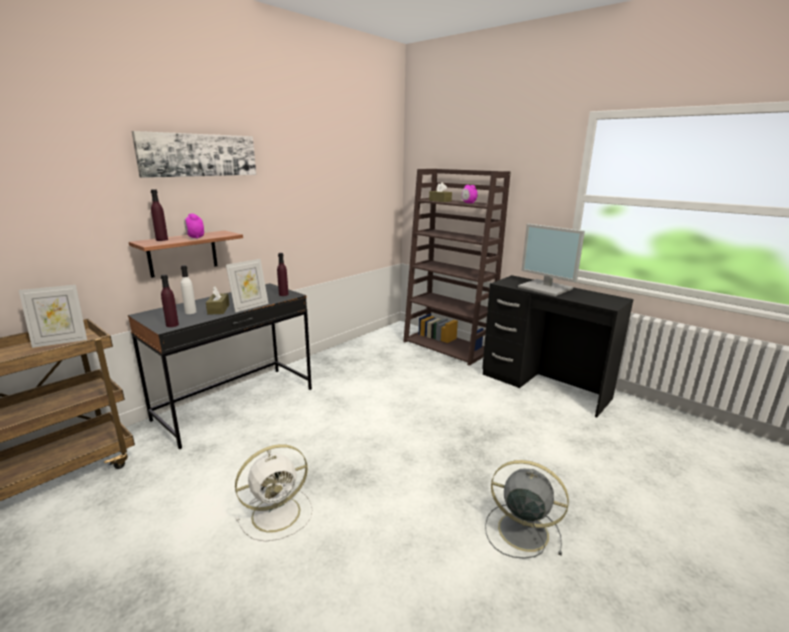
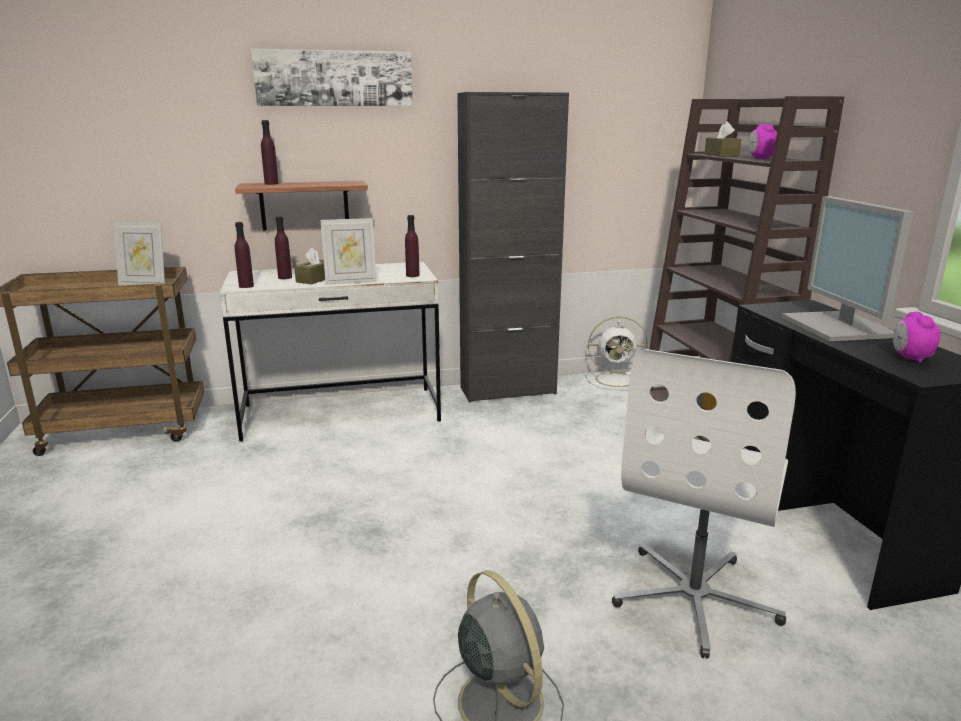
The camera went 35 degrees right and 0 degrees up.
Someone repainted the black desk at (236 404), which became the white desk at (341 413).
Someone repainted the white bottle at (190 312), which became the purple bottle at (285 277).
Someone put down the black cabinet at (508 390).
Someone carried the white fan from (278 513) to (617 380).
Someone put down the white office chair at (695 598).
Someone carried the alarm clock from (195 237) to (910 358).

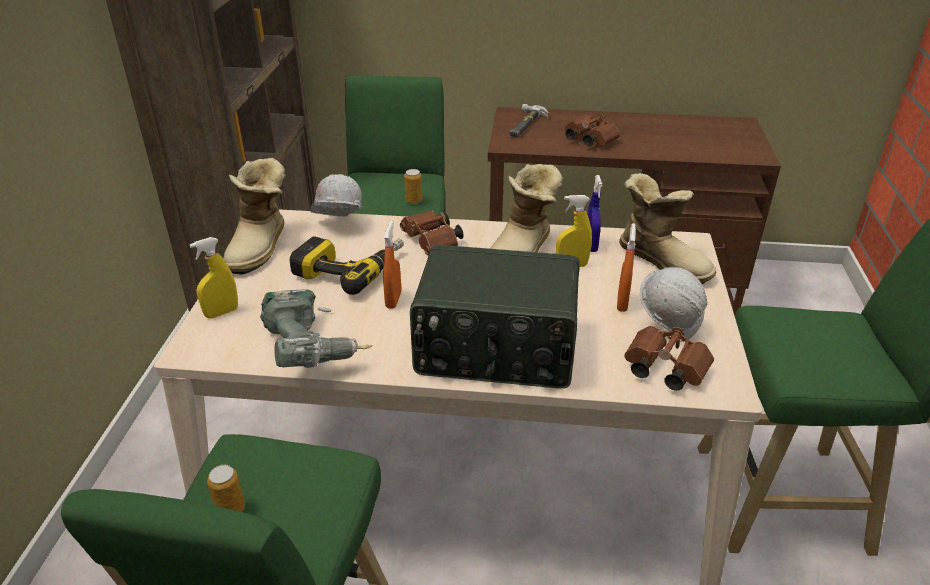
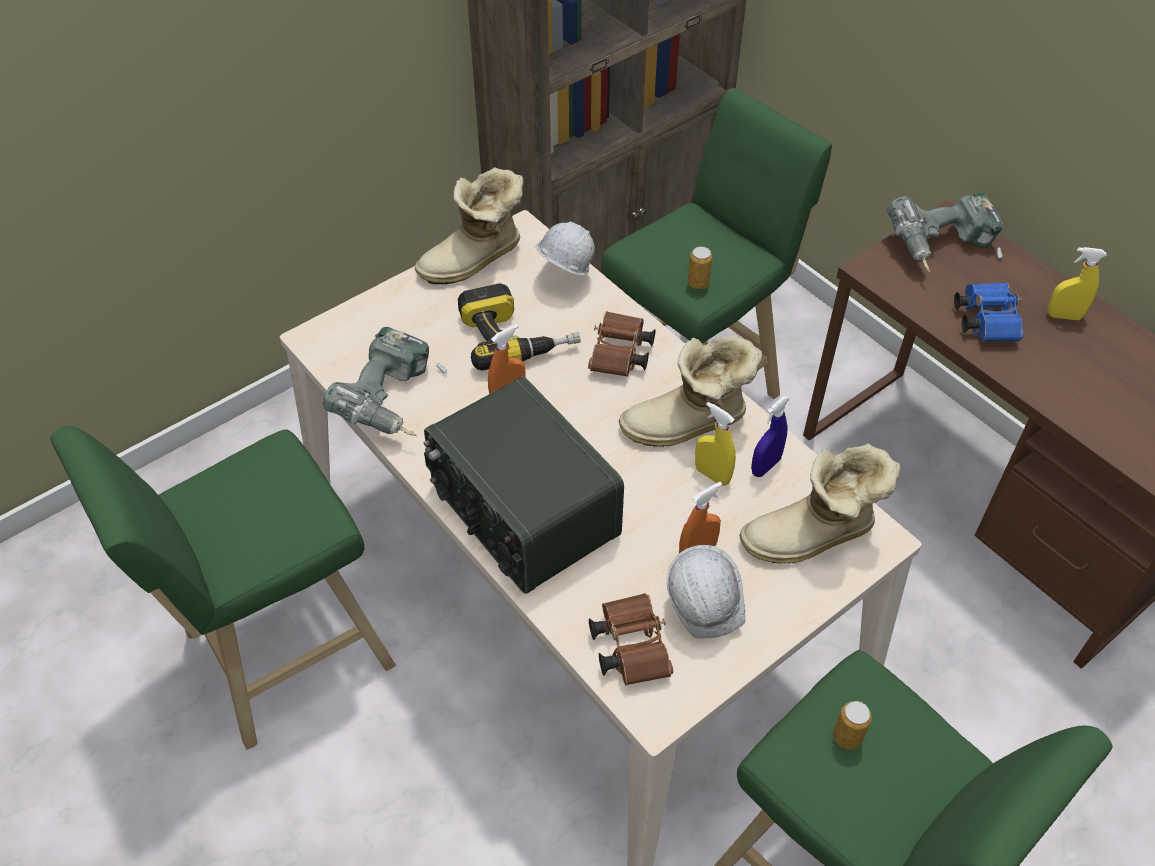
The camera went 45 degrees right and 15 degrees up.
Someone rotated the boot at (663 261) by 75 degrees clockwise.
Someone carried the can from (231 509) to (847 737).
Someone swapped the hammer at (525 124) for the power drill at (941 249).
Someone repainted the brown binoculars at (588 140), which became the blue binoculars at (984 320).
Someone carried the yellow spray bottle from (222 313) to (1064 316).

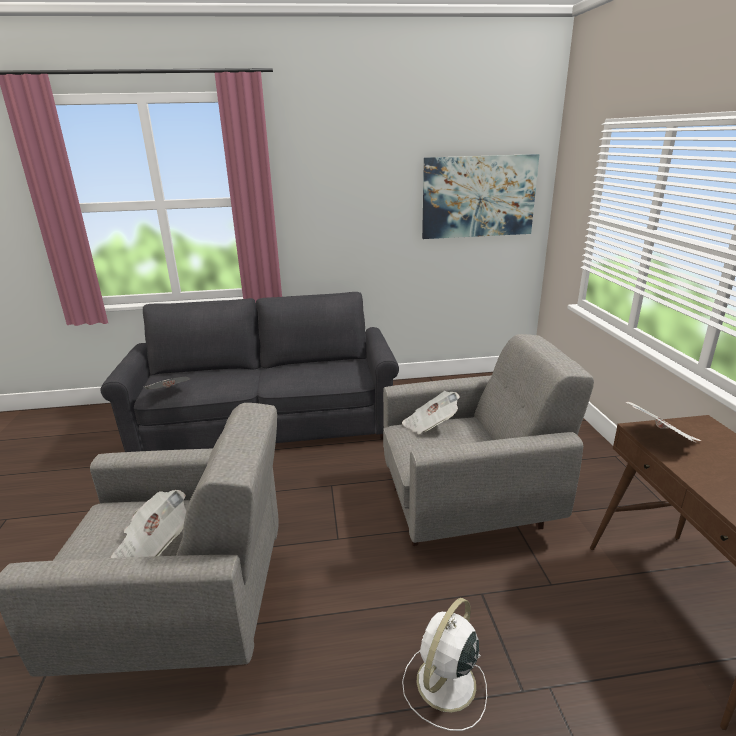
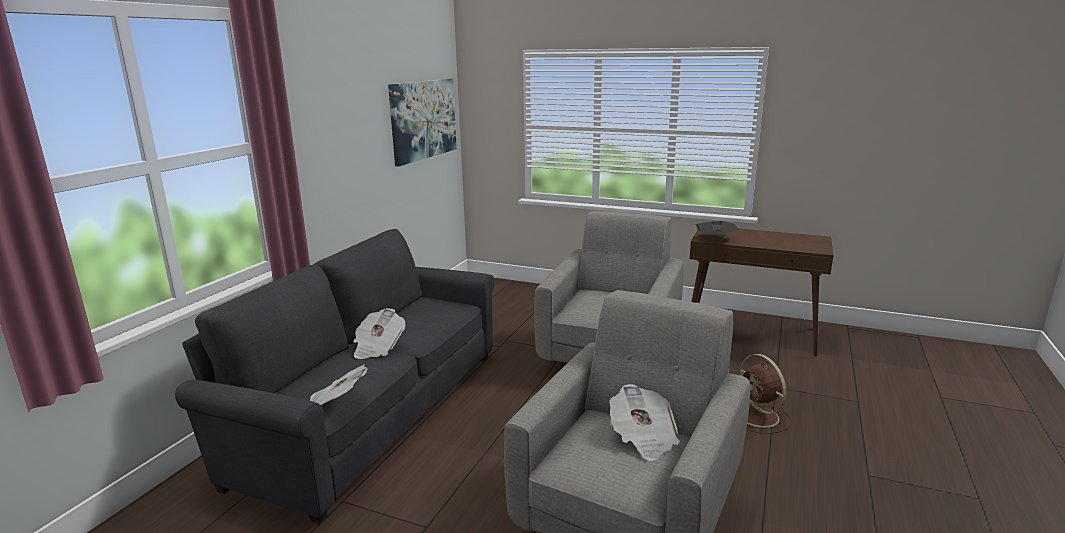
The camera went 60 degrees left and 5 degrees down.
Someone carried the newspaper from (429 424) to (378 347).
Someone repainted the white fan at (444 685), which became the brown fan at (759 417).

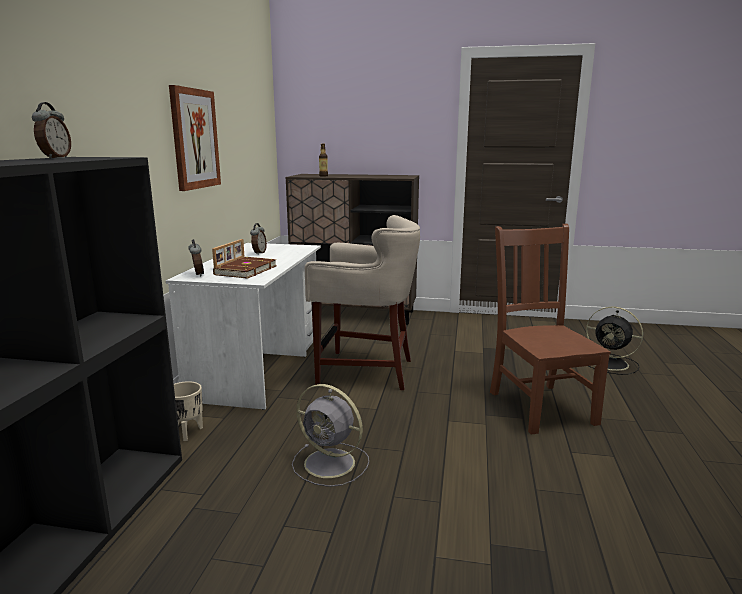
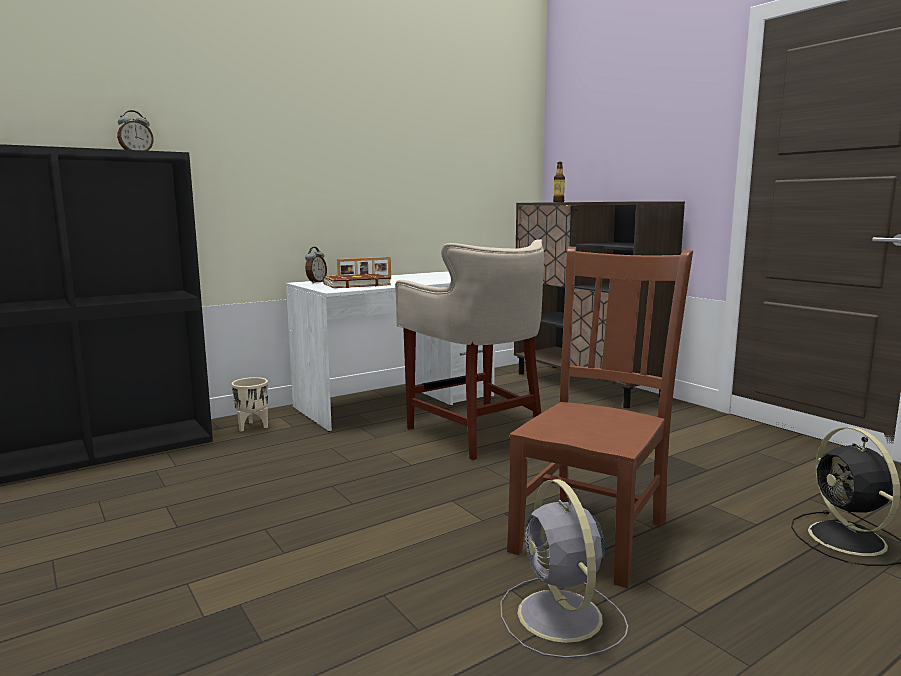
The camera went 45 degrees right and 5 degrees down.
Someone carried the grey fan from (331 464) to (561 618).
Someone took away the picture at (194 139).
Someone took away the alarm clock at (259 253).

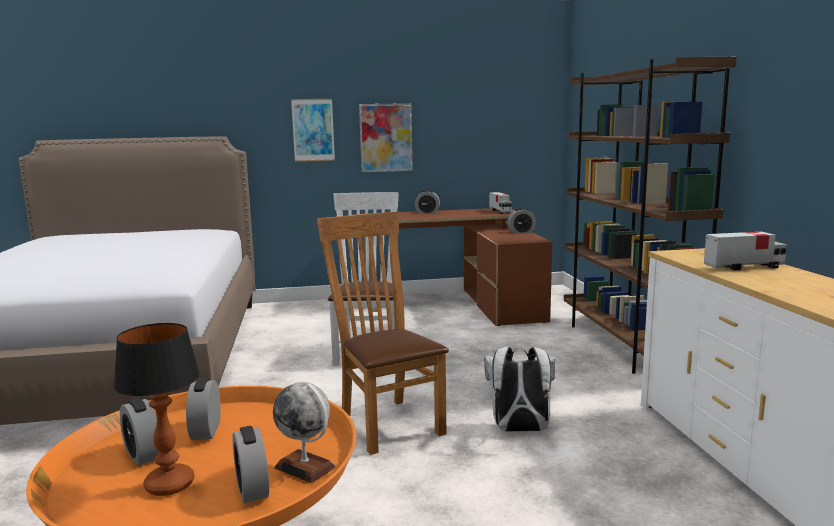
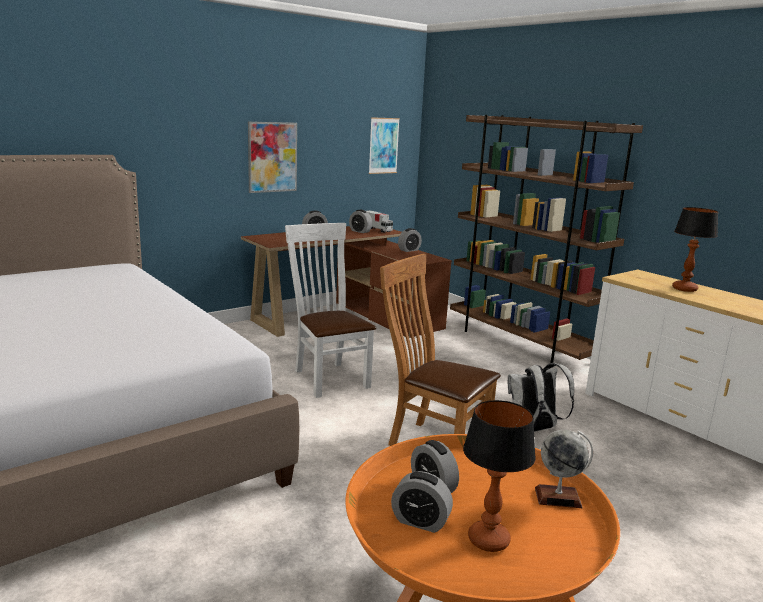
The camera went 30 degrees left and 5 degrees up.
Someone carried the alarm clock from (252 489) to (360 231).
Someone carried the picture from (313 130) to (383 145).
Someone swapped the toy truck at (744 267) for the table lamp at (684 289).

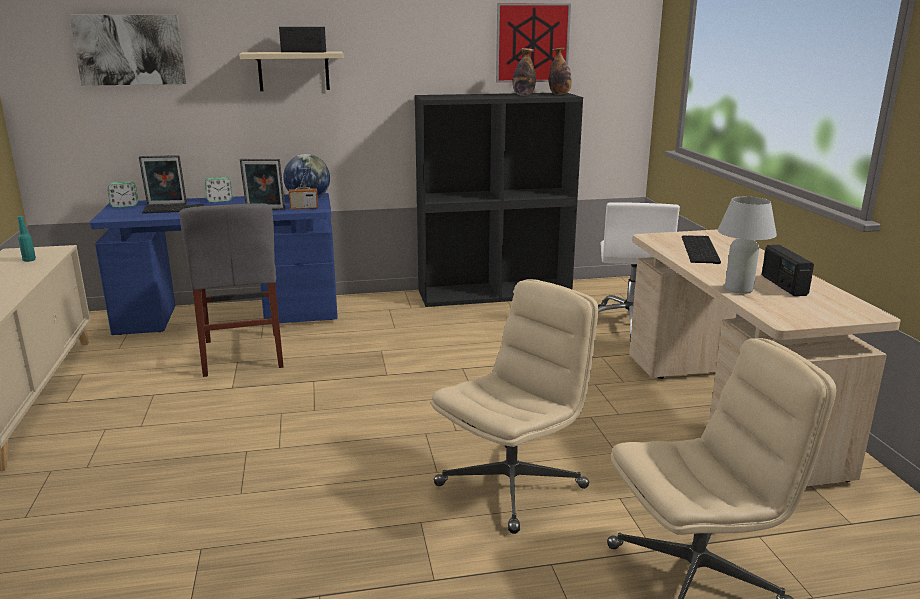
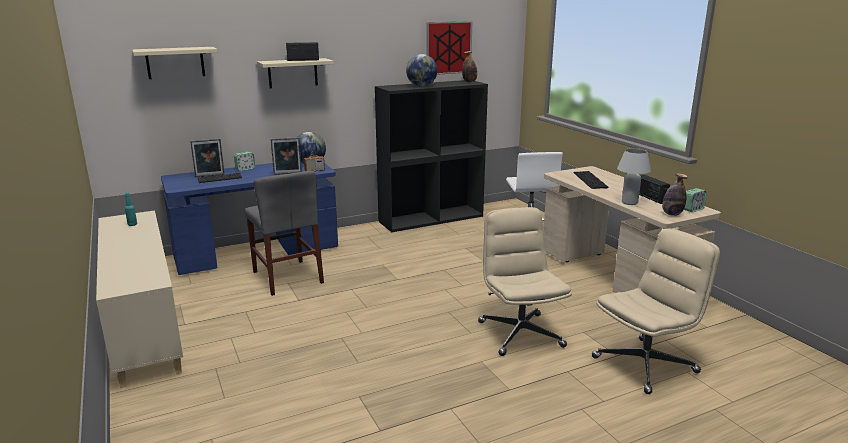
The camera went 15 degrees left and 0 degrees up.
Someone swapped the picture at (130 50) for the beige shelf at (175 62).
Someone put down the globe at (421 86).
Someone rotated the beige office chair at (512 485) by 45 degrees counterclockwise.
Someone carried the bottle from (523 95) to (672 214).
Someone carried the alarm clock from (124 205) to (692 209).

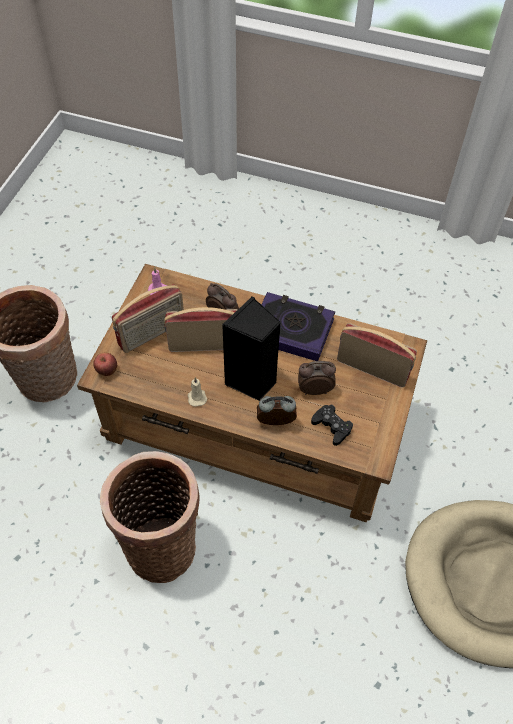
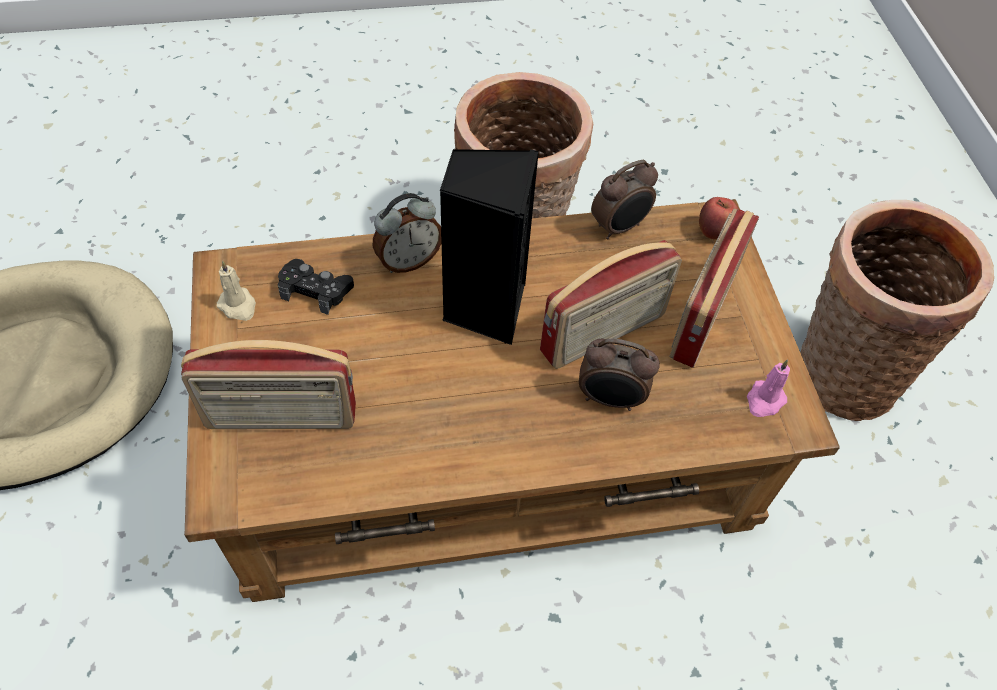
The camera went 150 degrees right and 0 degrees up.
Someone carried the beige candle from (196 397) to (238 306).
Someone carried the alarm clock from (314 389) to (619 227).
Someone took away the book at (291 330).

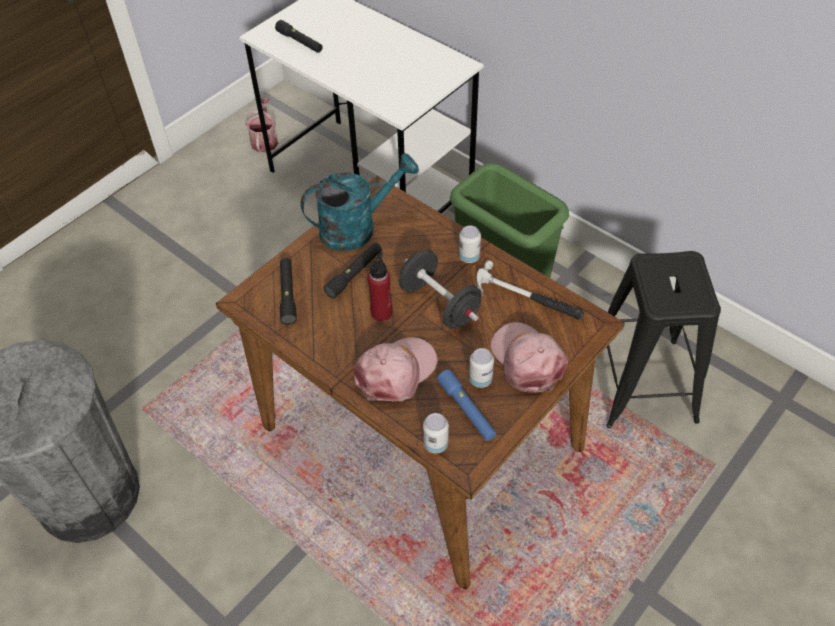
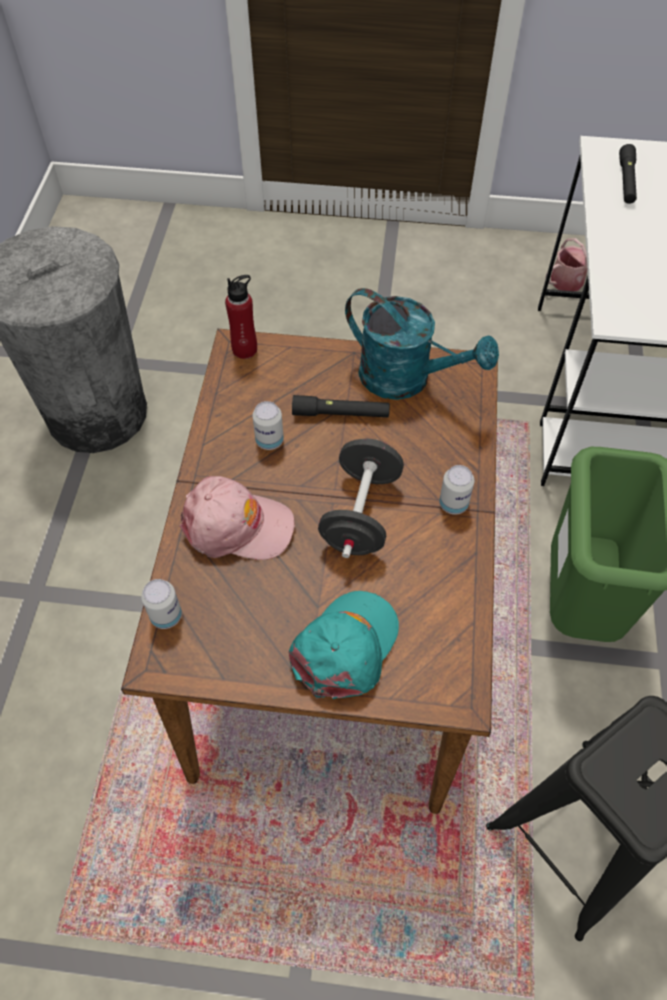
The camera went 55 degrees right and 5 degrees up.
Someone carried the red bottle from (381 312) to (245 349).
Someone carried the can from (480 379) to (269 441).
Someone repainted the pink cap at (527 360), which became the turquoise cap at (346 647).
Someone took away the black flashlight at (288 294).
Someone took away the blue flashlight at (466 410).
Someone took away the hammer at (528 298).

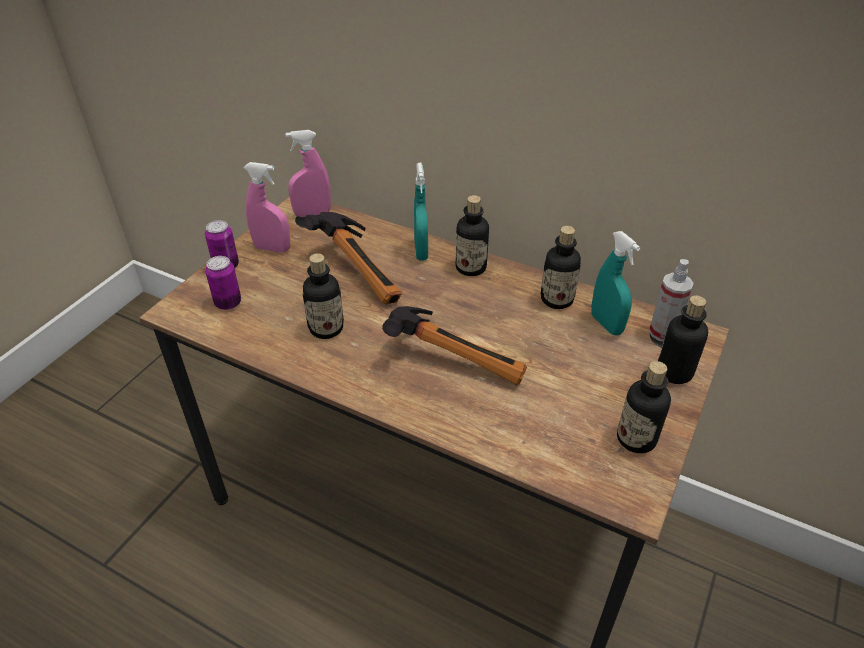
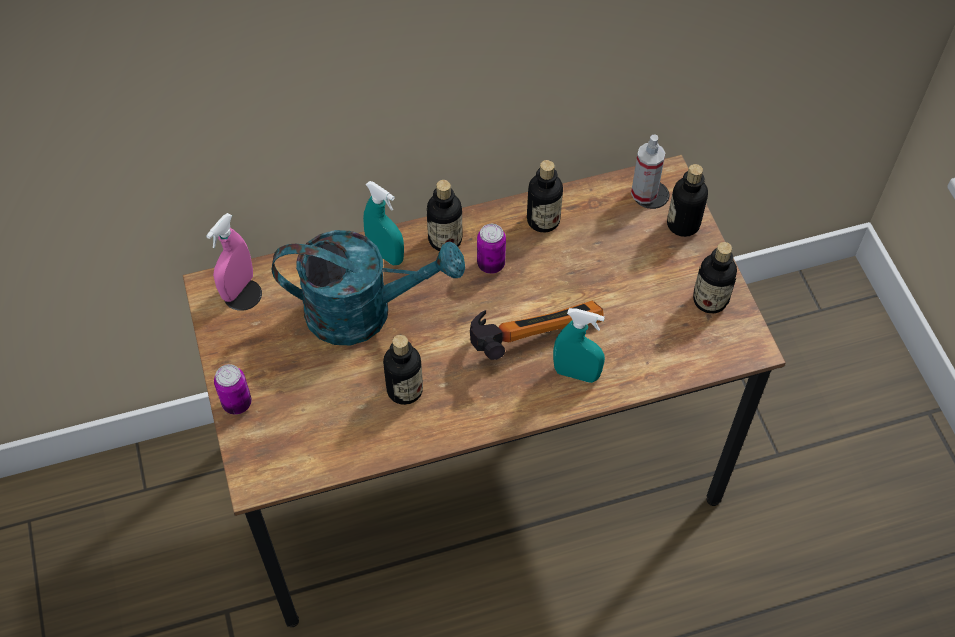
The camera went 45 degrees left and 15 degrees up.
Someone swapped the hammer at (364 271) for the turquoise watering can at (364 311).
Someone carried the can from (228 303) to (491 264).
Someone carried the turquoise spray bottle from (606 324) to (576 373).
Someone took away the pink spray bottle at (272 248).

